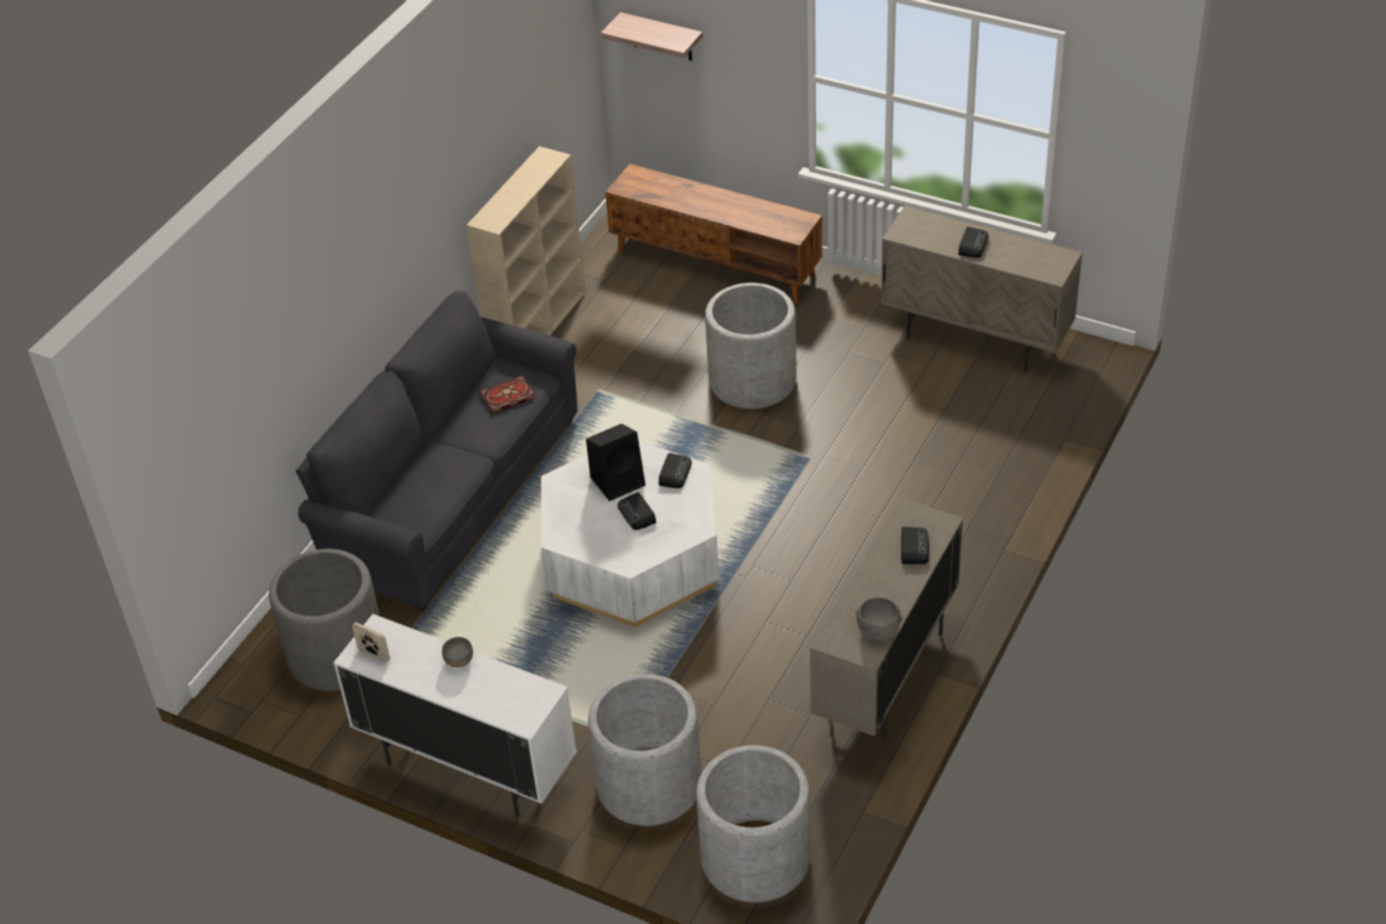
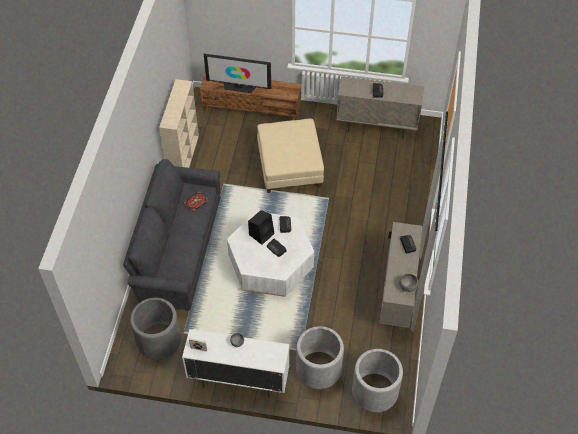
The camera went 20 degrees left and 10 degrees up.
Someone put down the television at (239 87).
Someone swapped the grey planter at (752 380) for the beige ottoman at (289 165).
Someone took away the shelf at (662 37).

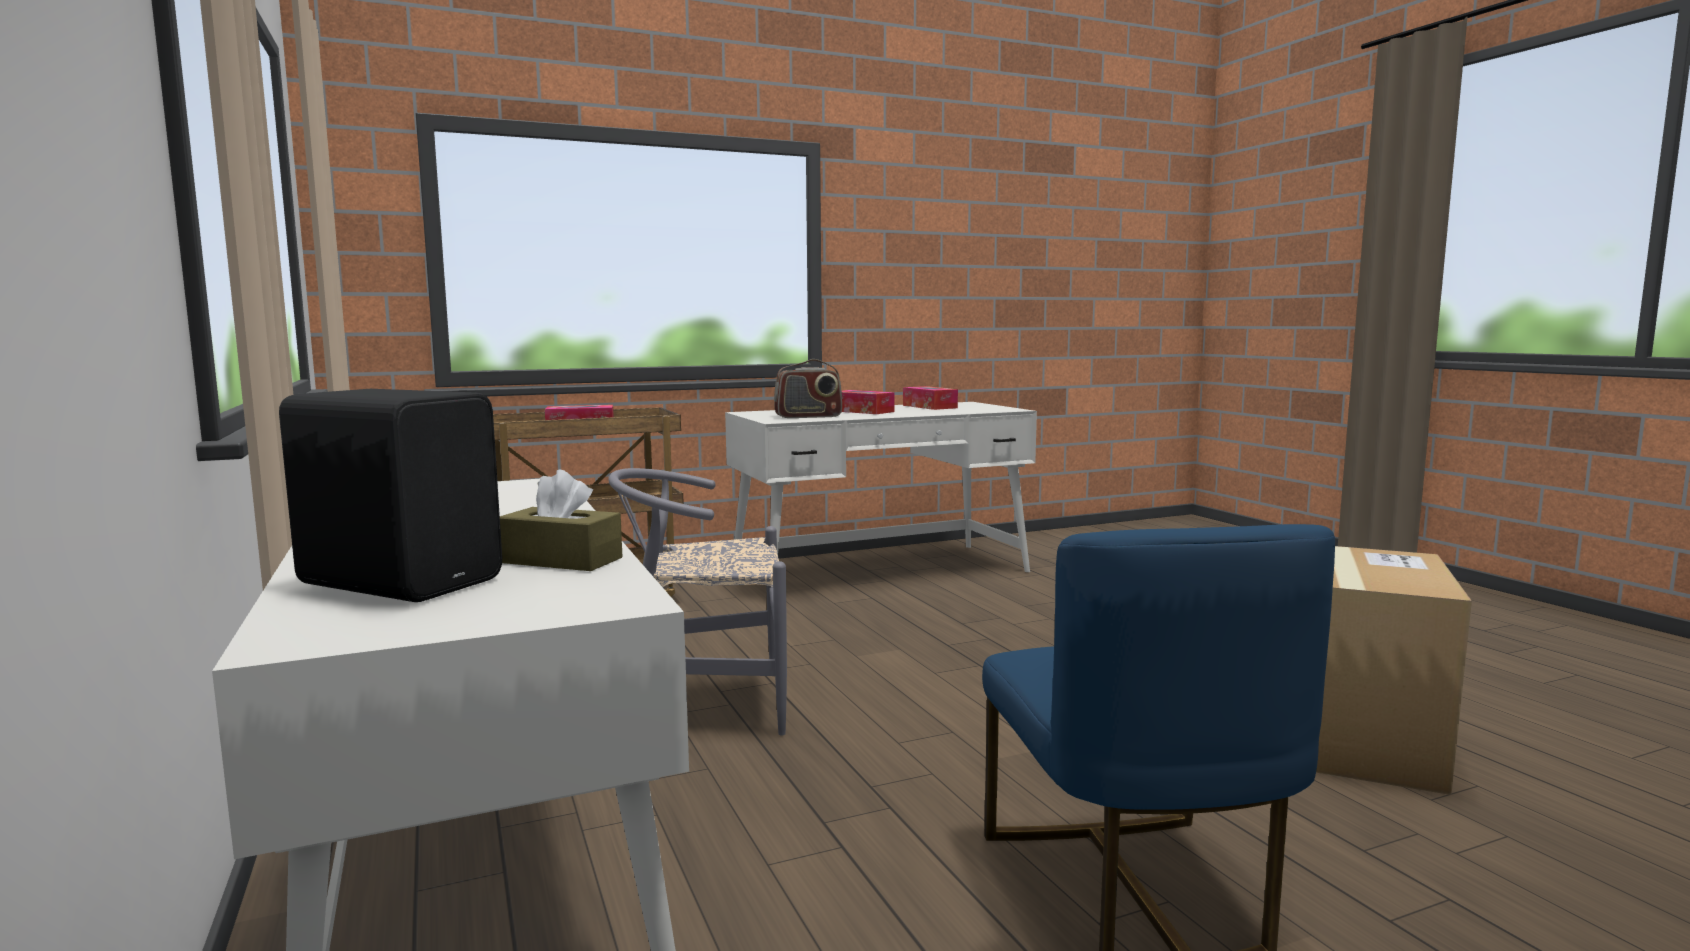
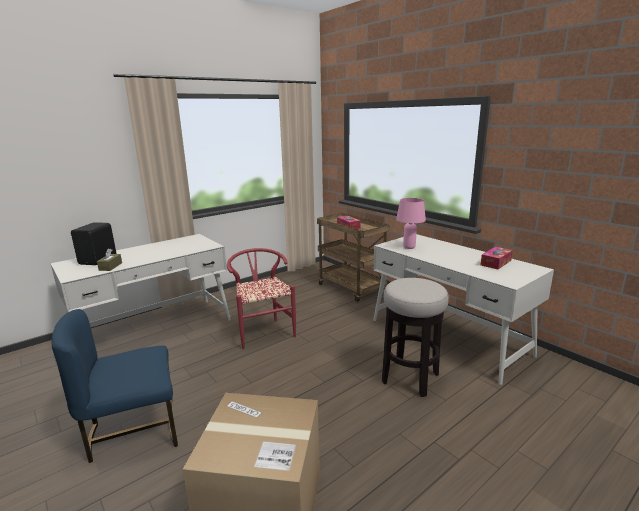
The camera went 75 degrees right and 10 degrees up.
Someone repainted the grey chair at (706 705), which became the red chair at (263 331).
Someone put down the stool at (410 378).
Someone swapped the radio at (808 416) for the pink table lamp at (409 247).
Someone took away the tissue box at (862 411).

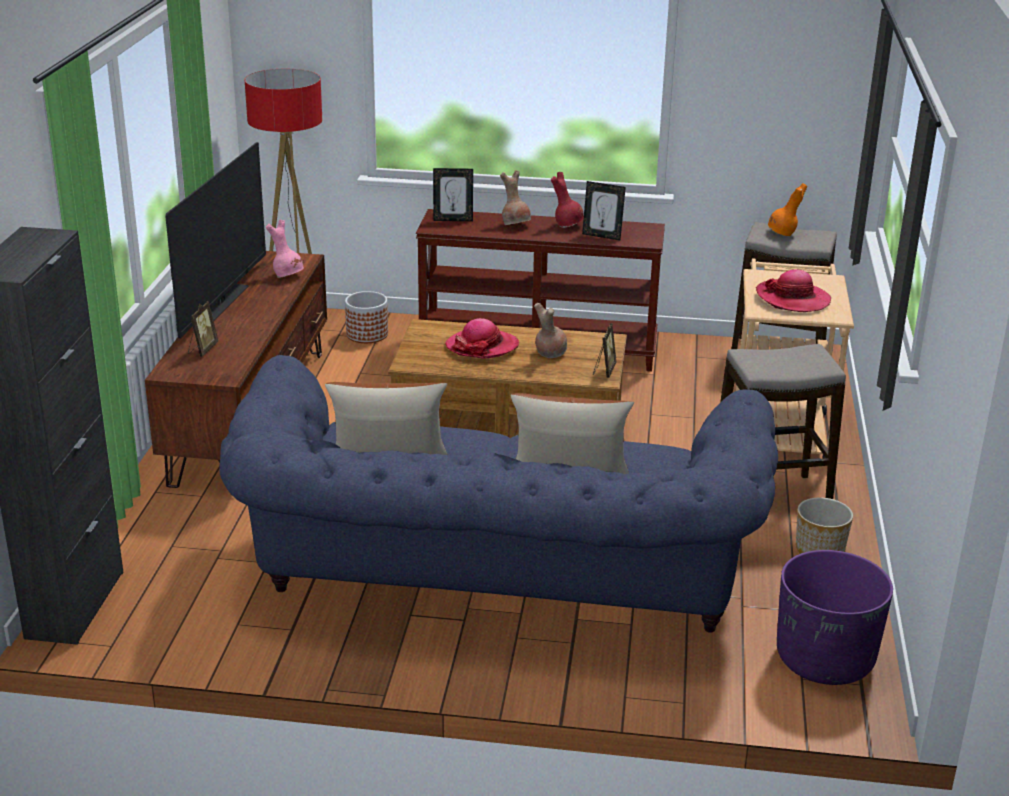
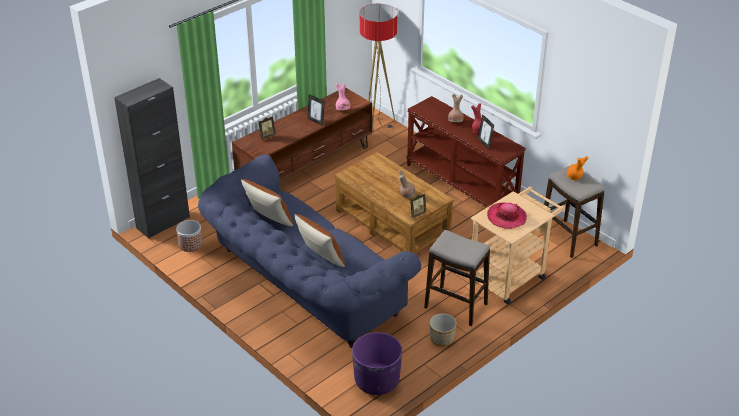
The camera went 40 degrees right and 10 degrees up.
Someone carried the planter from (367 335) to (190 244).
Someone carried the picture frame from (453 219) to (316 121).
Someone took away the television at (223 303).
Someone took away the hat at (482 347).

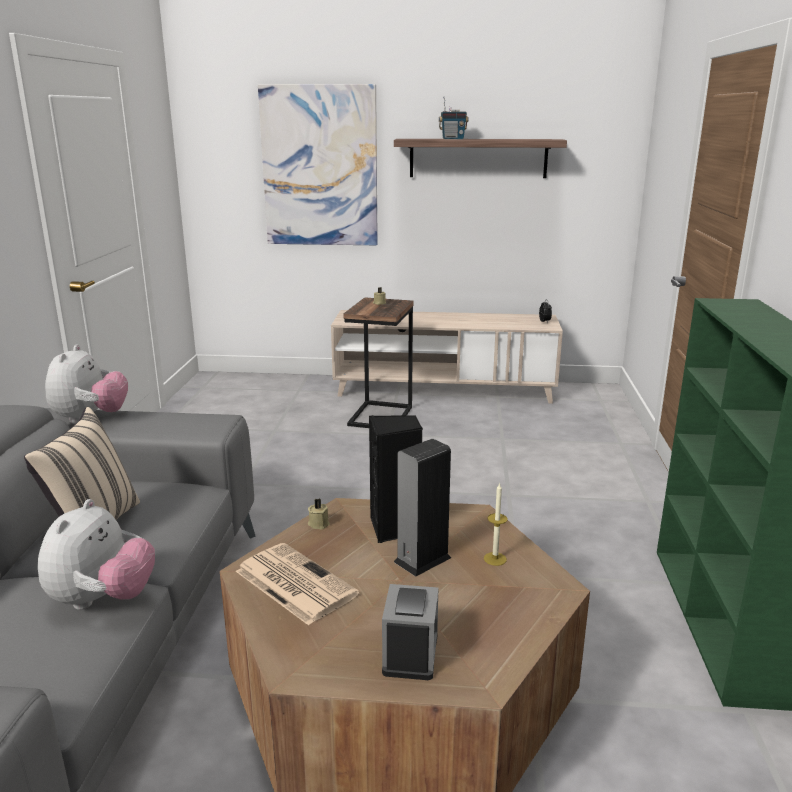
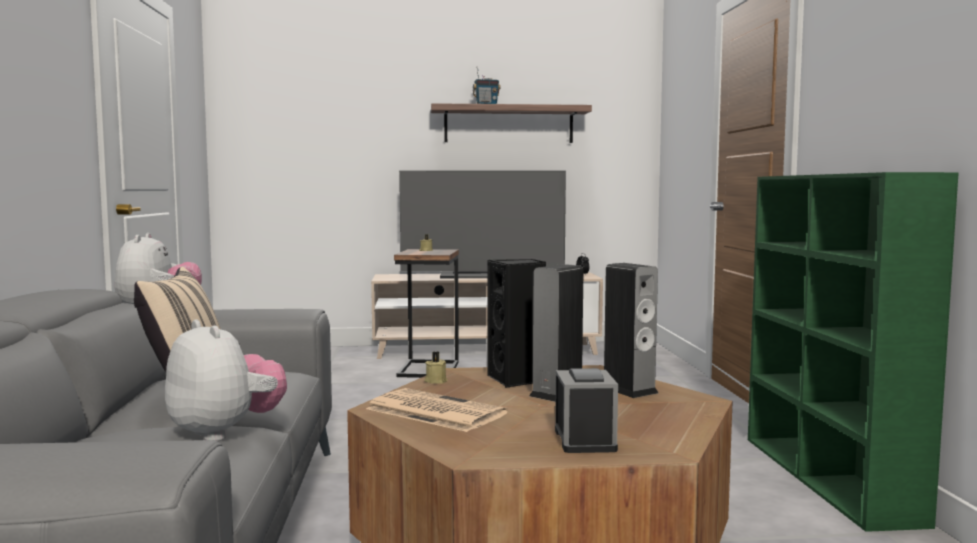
The camera went 10 degrees left and 15 degrees down.
Someone rotated the plush toy at (103 600) by 45 degrees counterclockwise.
Someone put down the television at (481 276).
Someone swapped the candle at (495 559) for the speaker at (628 390).
Someone took away the picture at (320 167).

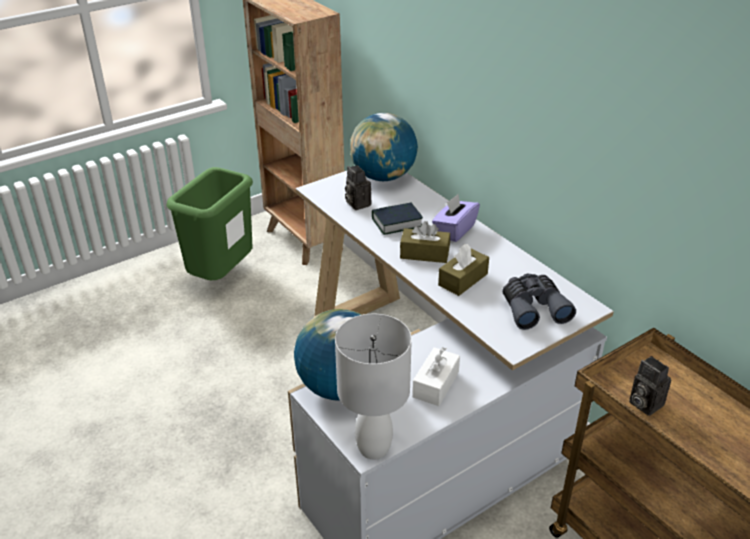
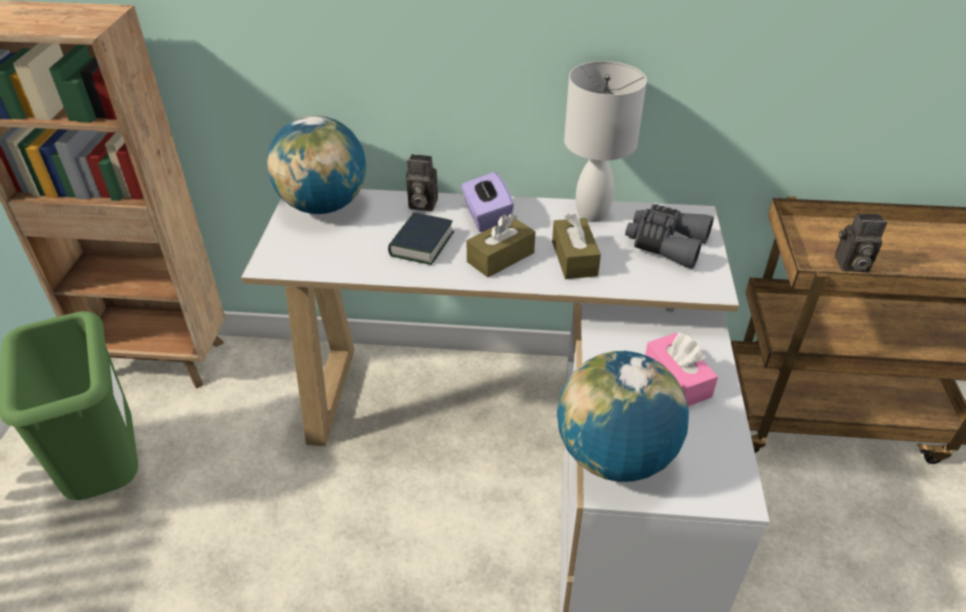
The camera went 50 degrees left and 5 degrees up.
Someone carried the photo camera from (356 203) to (421 204).
Someone carried the white table lamp from (372 447) to (591 214).
Someone repainted the white tissue box at (435 384), which became the pink tissue box at (677 380).

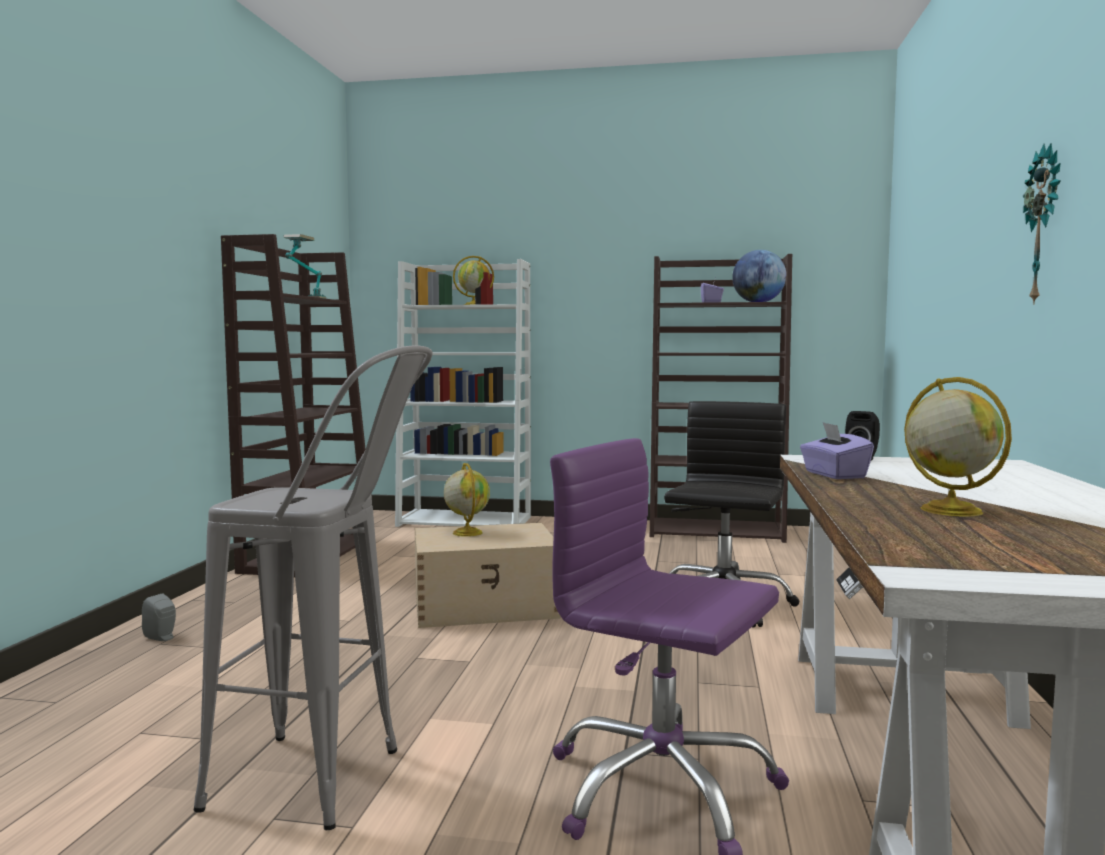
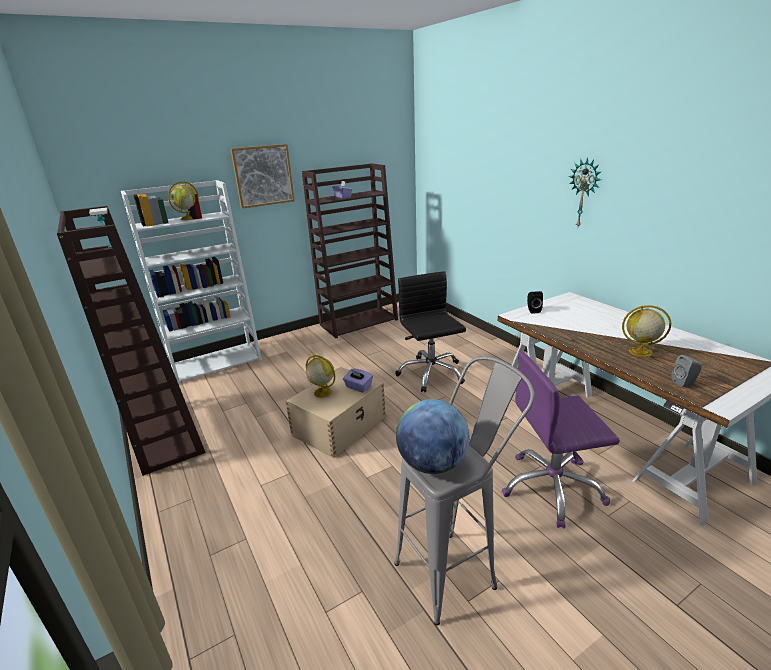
The camera went 40 degrees left and 20 degrees up.
Someone put up the picture at (263 175).
Someone carried the purple tissue box from (834 475) to (358 387).
Someone carried the globe from (758 302) to (432 464).
Someone carried the grey speaker from (162 638) to (684 383).

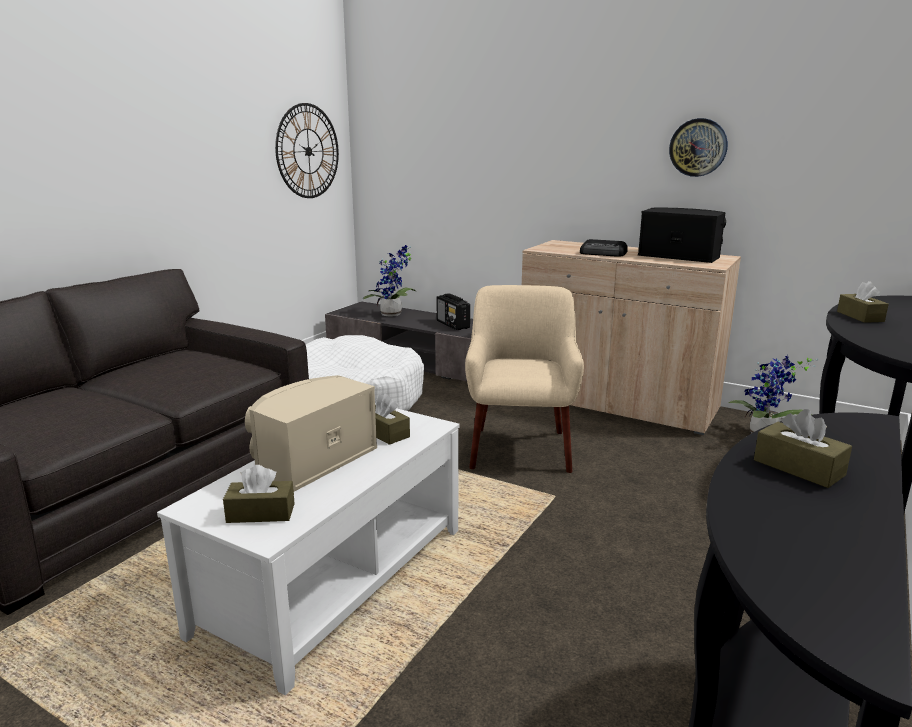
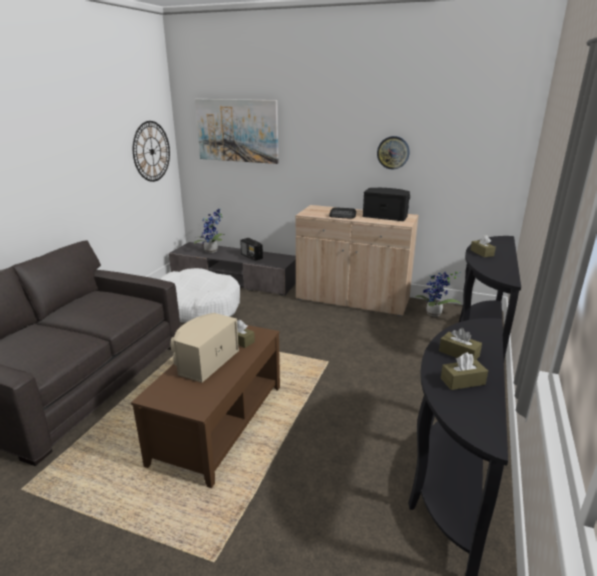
The camera went 10 degrees left and 5 degrees up.
Someone repainted the white coffee table at (335 579), which became the brown coffee table at (219 423).
Someone put up the picture at (237 130).
Someone carried the brown tissue box from (261 513) to (462 381).
Someone took away the beige armchair at (520 448).

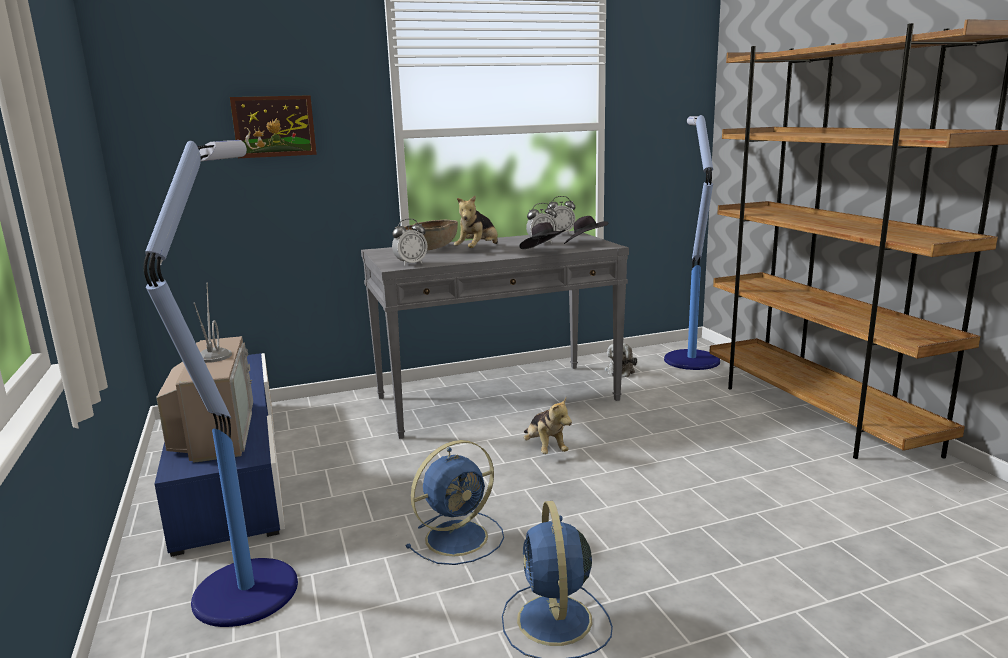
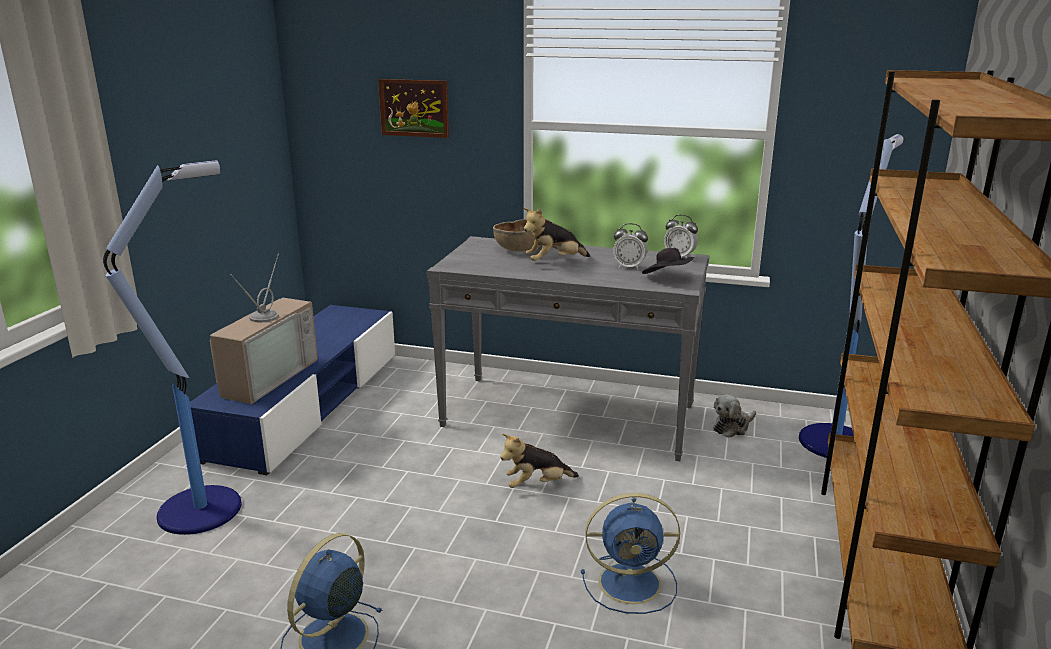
The camera went 35 degrees right and 5 degrees up.
Someone rotated the plush toy at (545 449) by 60 degrees clockwise.
Someone carried the blue fan from (459 537) to (632 583).
Someone took away the alarm clock at (411 264).
Someone took away the black hat at (543 251).

